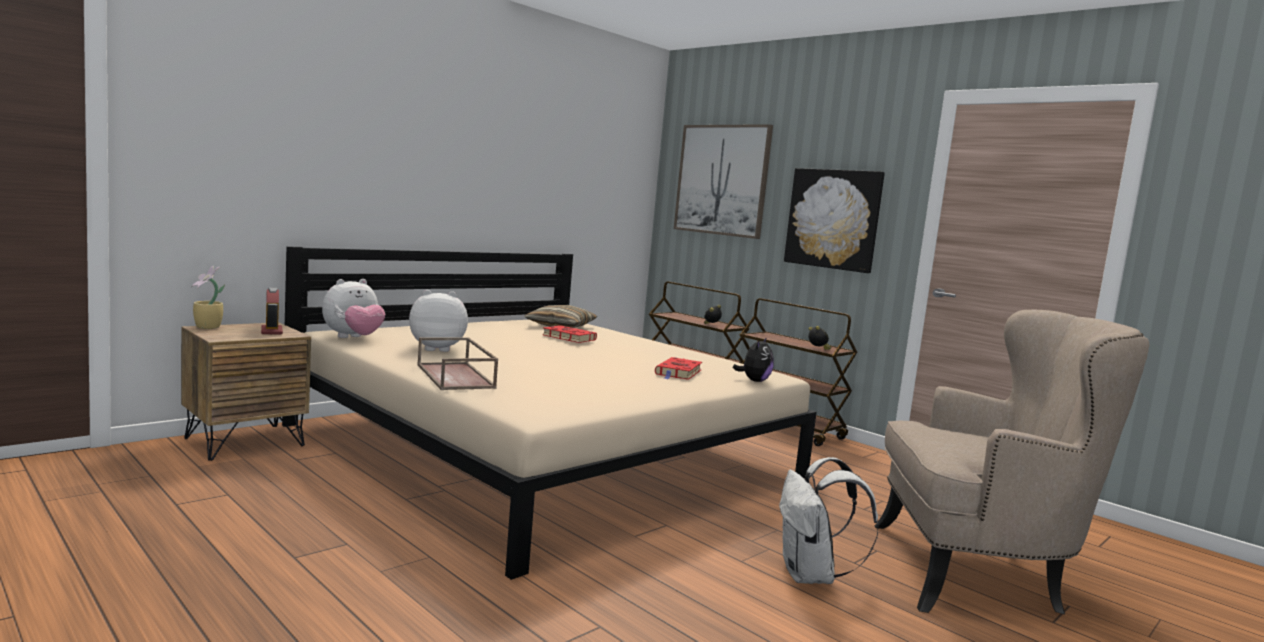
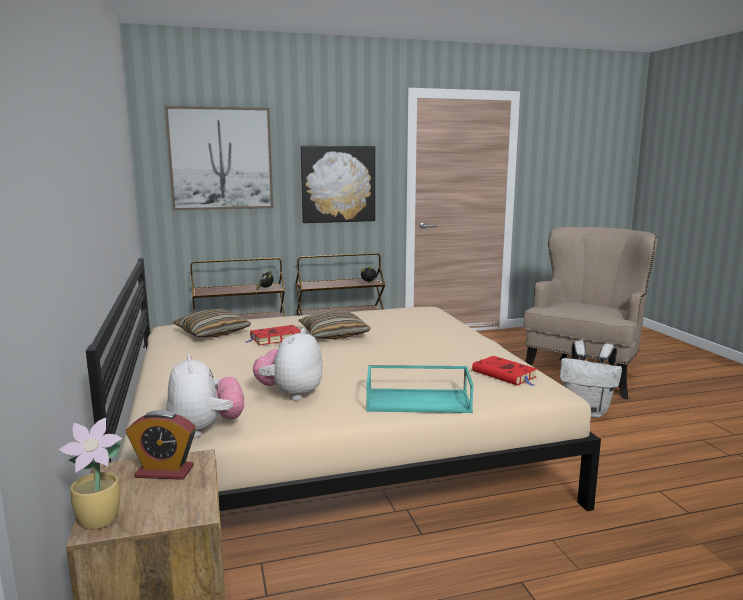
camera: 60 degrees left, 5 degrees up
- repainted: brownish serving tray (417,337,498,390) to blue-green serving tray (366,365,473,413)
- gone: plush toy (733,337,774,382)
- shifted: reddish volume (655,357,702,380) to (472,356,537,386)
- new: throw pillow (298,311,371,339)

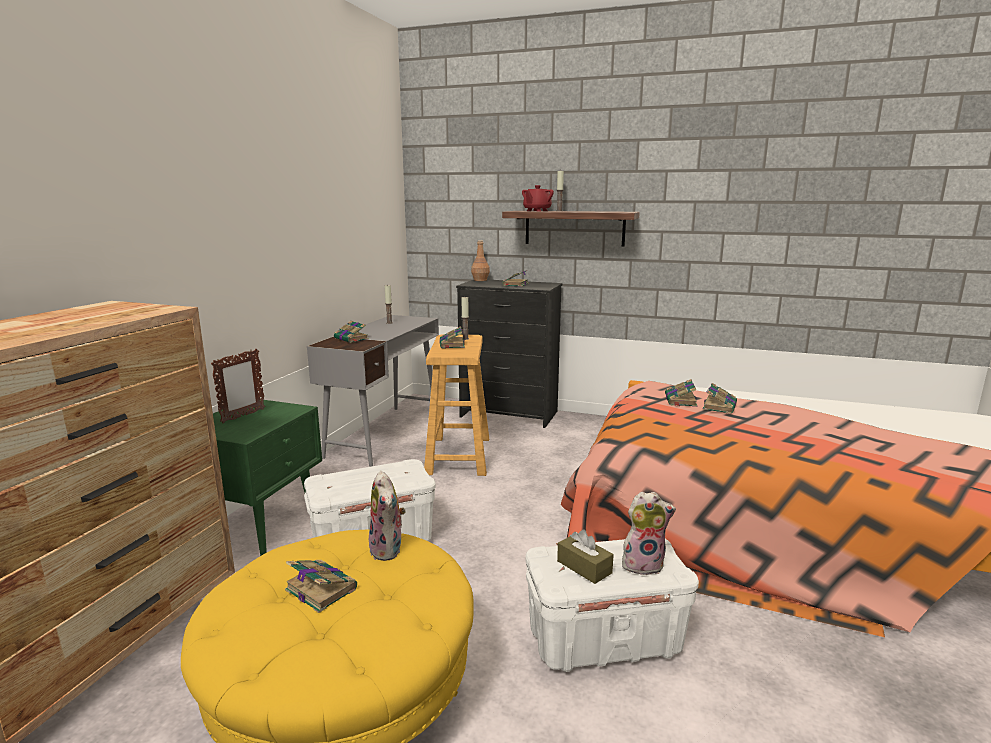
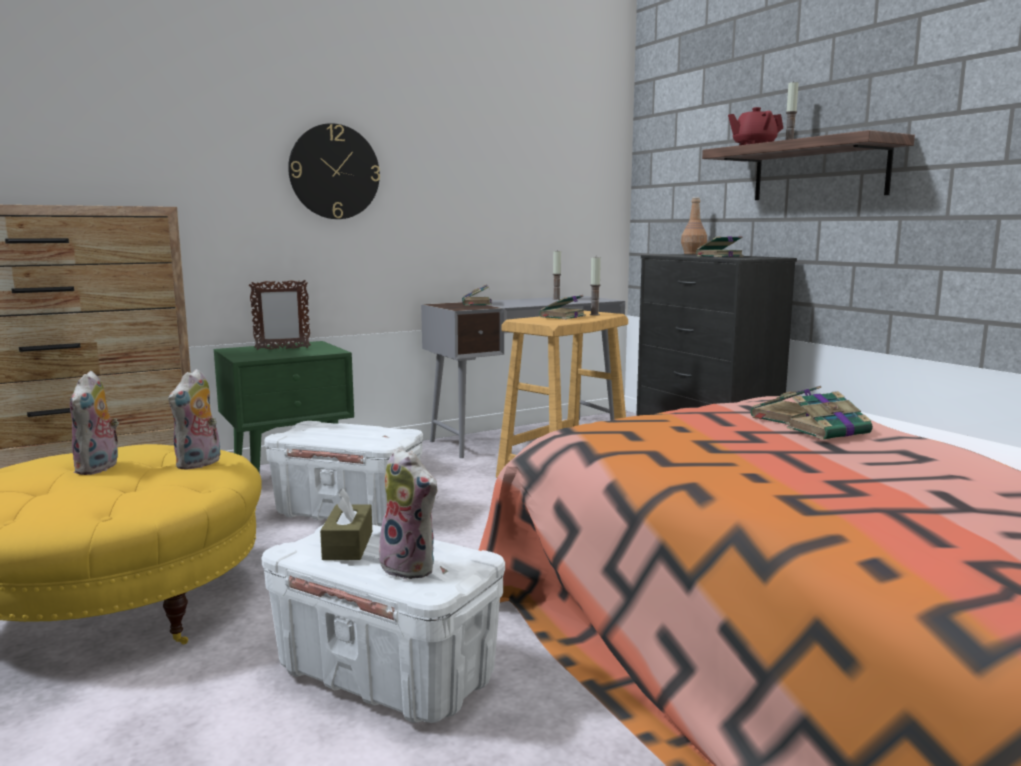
camera: 40 degrees right, 5 degrees down
- swapped: volume (285,560,357,613) to plush toy (70,371,119,475)
- new: hanging clock (288,123,380,219)

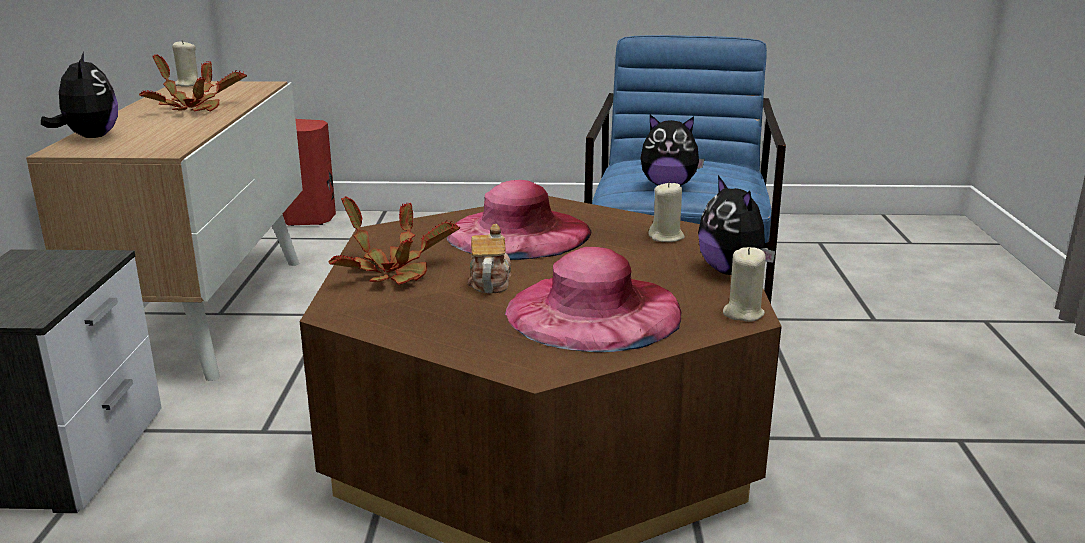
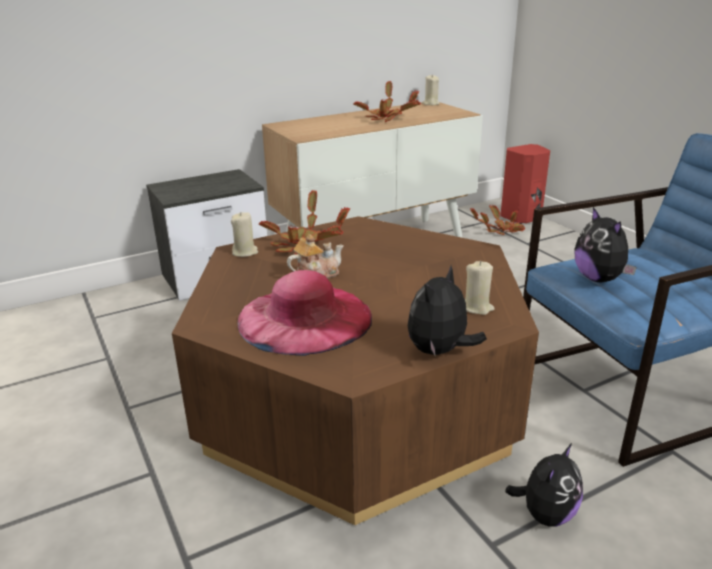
camera: 60 degrees right, 5 degrees up
- shifted: plush toy (41,52,118,138) to (505,443,583,527)
- gone: pinkish wearable hat (447,180,592,260)
- shifted: beige wax candle (723,247,766,322) to (231,212,258,257)
- new: potted plant (470,205,525,235)

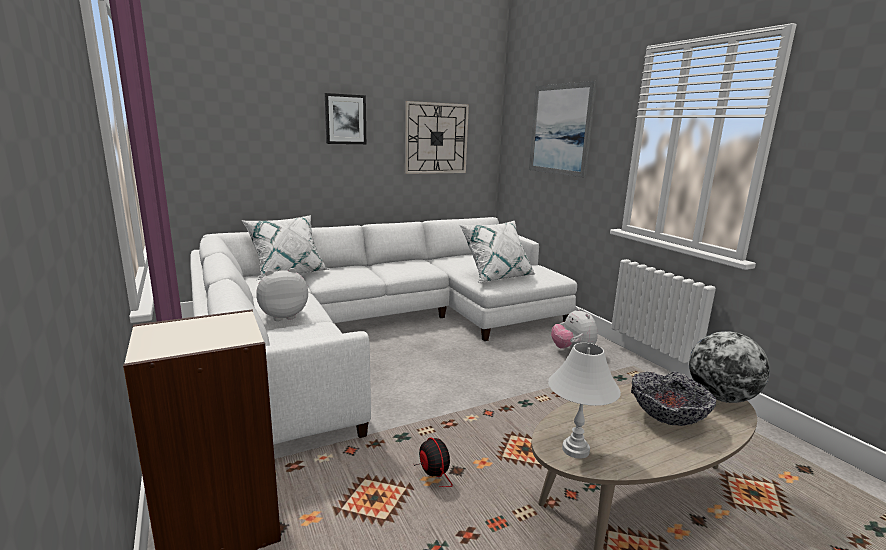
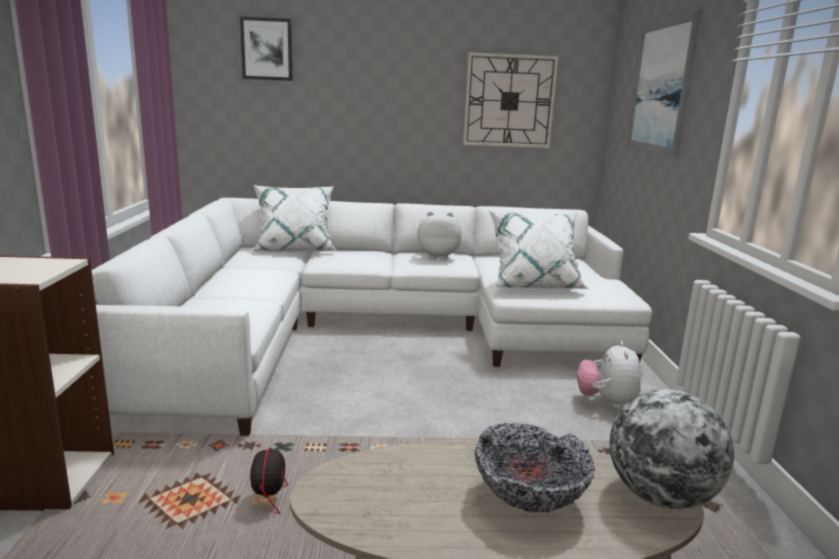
camera: 25 degrees right, 0 degrees up
- shifted: wall art (325,93,366,144) to (240,17,293,81)
- shifted: plush toy (256,268,308,321) to (417,212,462,260)
- gone: whitish lamp for a table (548,343,621,459)

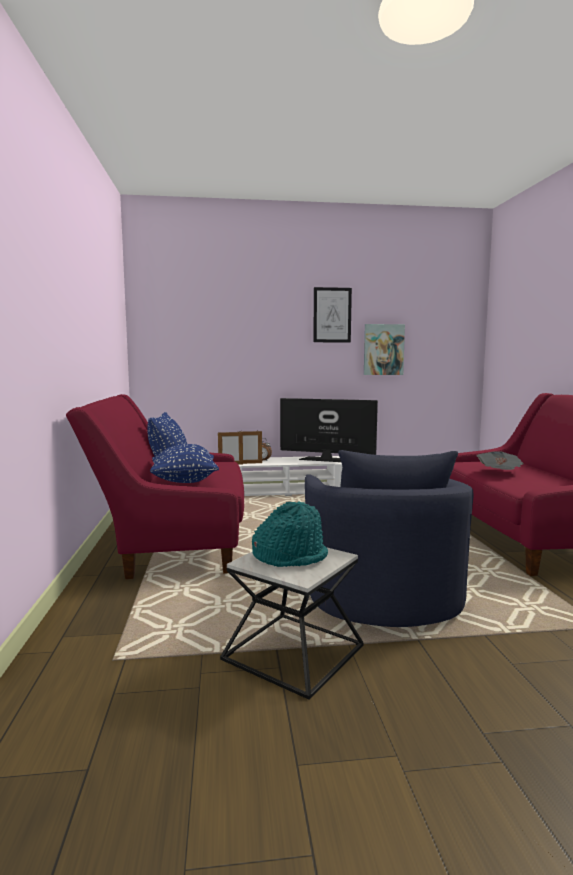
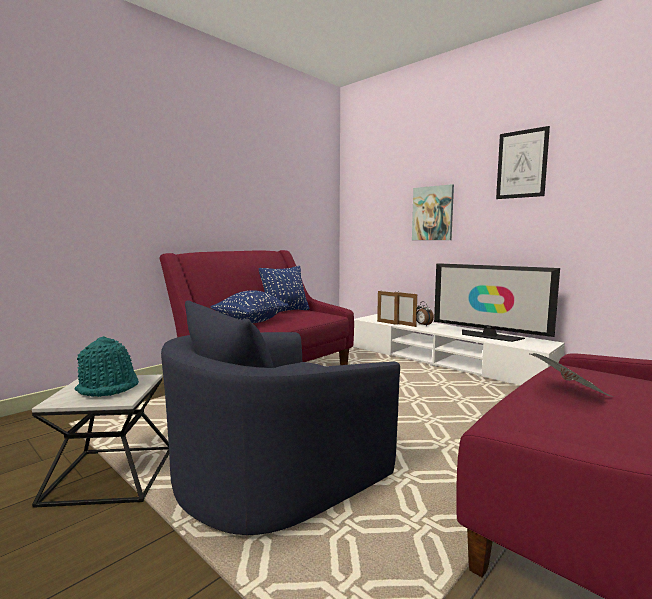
camera: 50 degrees right, 0 degrees up
- shifted: wall art (364,324,405,375) to (412,184,454,240)
- rotated: TV (280,398,378,462) = (434,263,560,342) 150 degrees clockwise

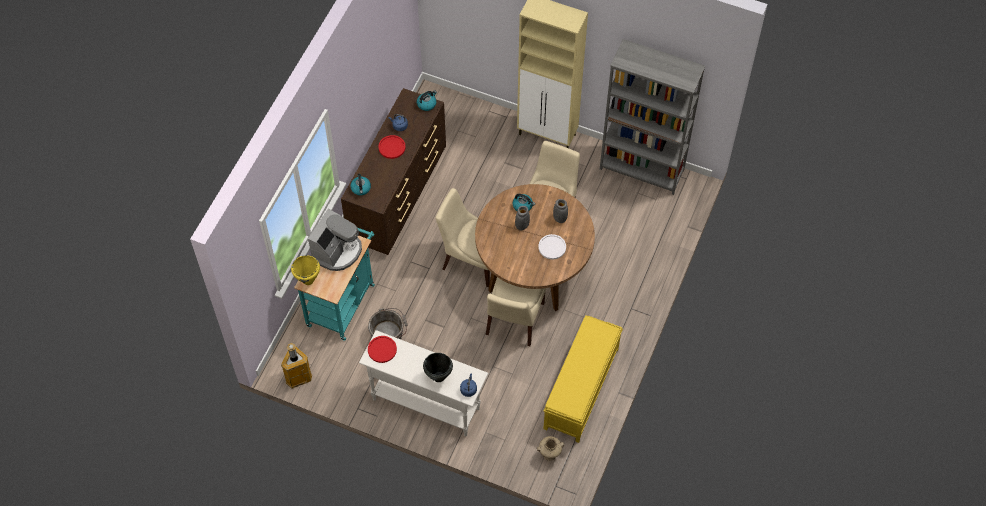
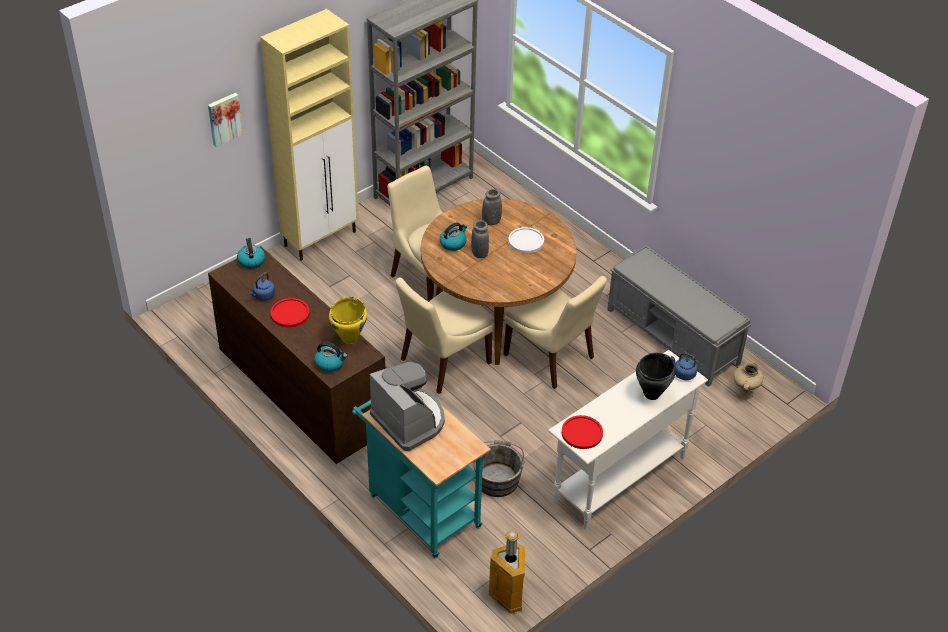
camera: 65 degrees left, 15 degrees down
- shifted: yellowish cooking pot (291,255,320,285) to (329,297,367,344)
- repainted: yellowish bench (543,316,623,443) to gray bench (607,245,751,387)
- new: wall art (208,93,243,147)

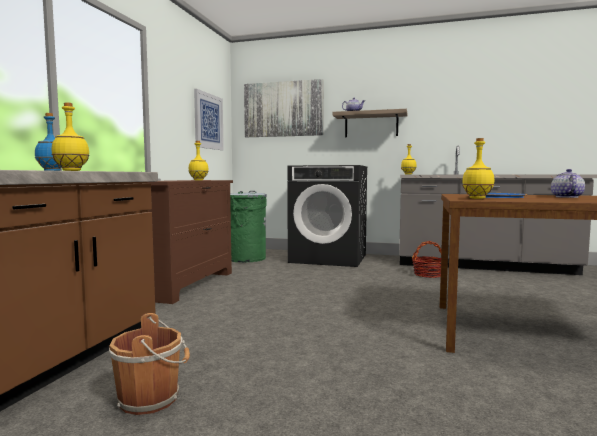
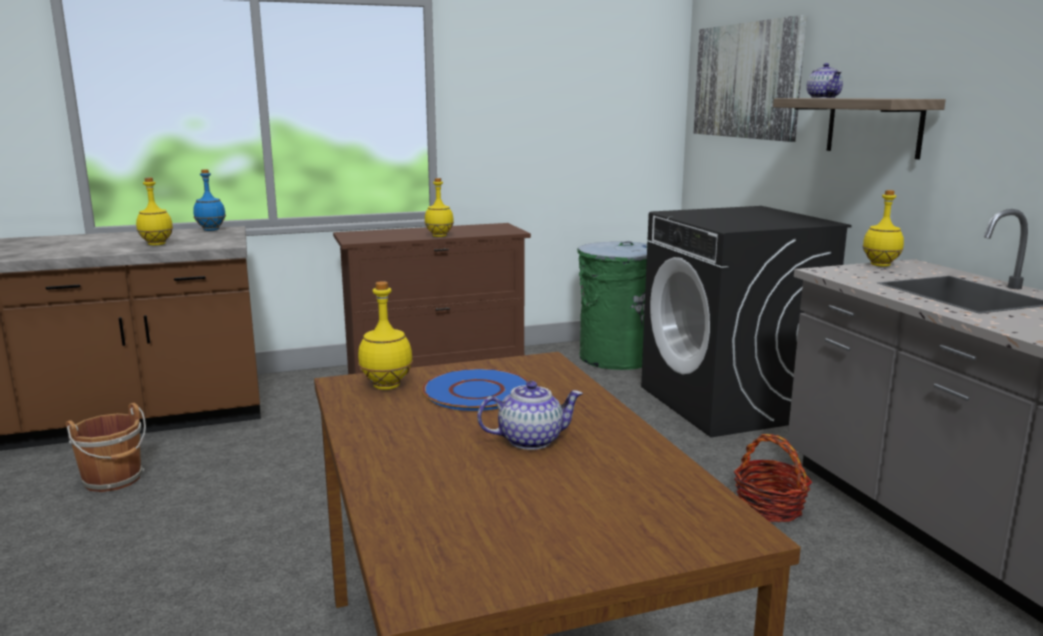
camera: 55 degrees right, 10 degrees up
- gone: wall art (194,89,224,150)

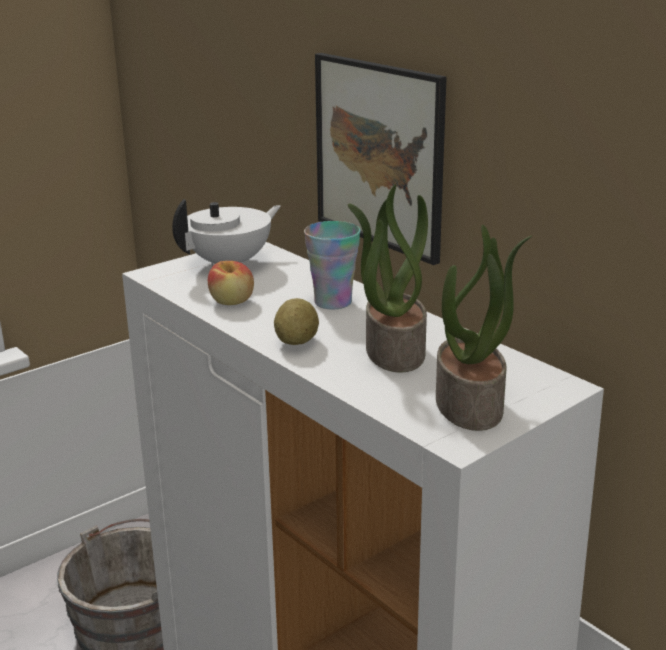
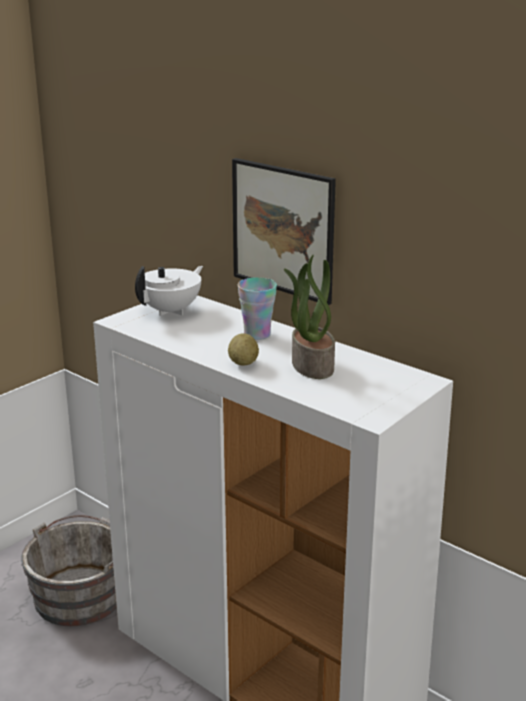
camera: 10 degrees left, 0 degrees up
- gone: potted plant (436,225,532,431)
- gone: whole apple (208,261,254,305)

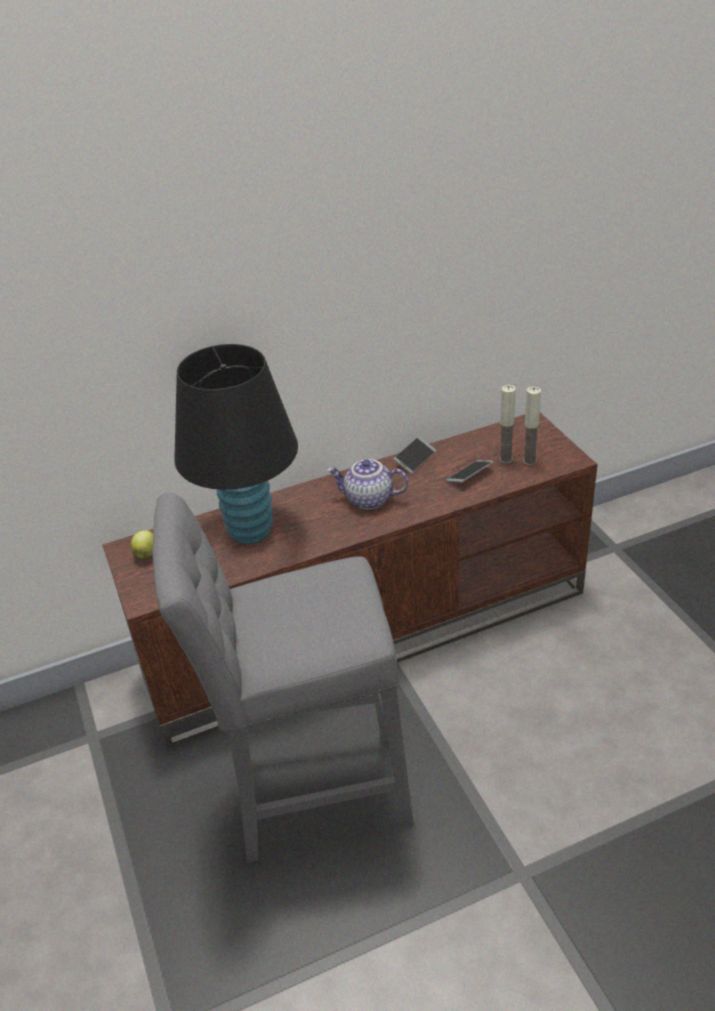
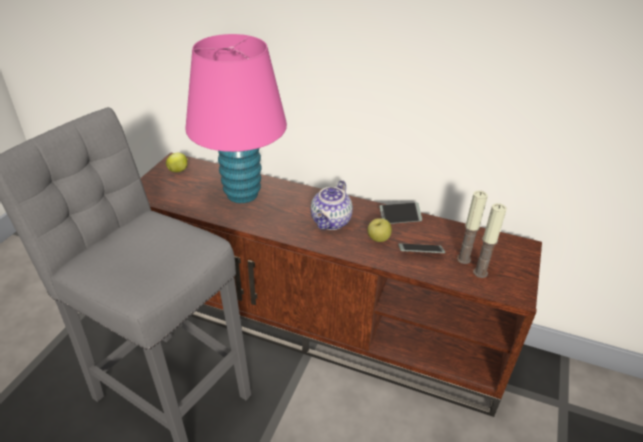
camera: 40 degrees right, 0 degrees up
- repainted: black-coloured lamp for a table (174,344,298,544) to pinkish lamp for a table (185,34,287,203)
- rotated: teapot (327,459,408,509) = (311,180,353,230) 120 degrees counterclockwise
- new: whole apple (368,218,392,242)

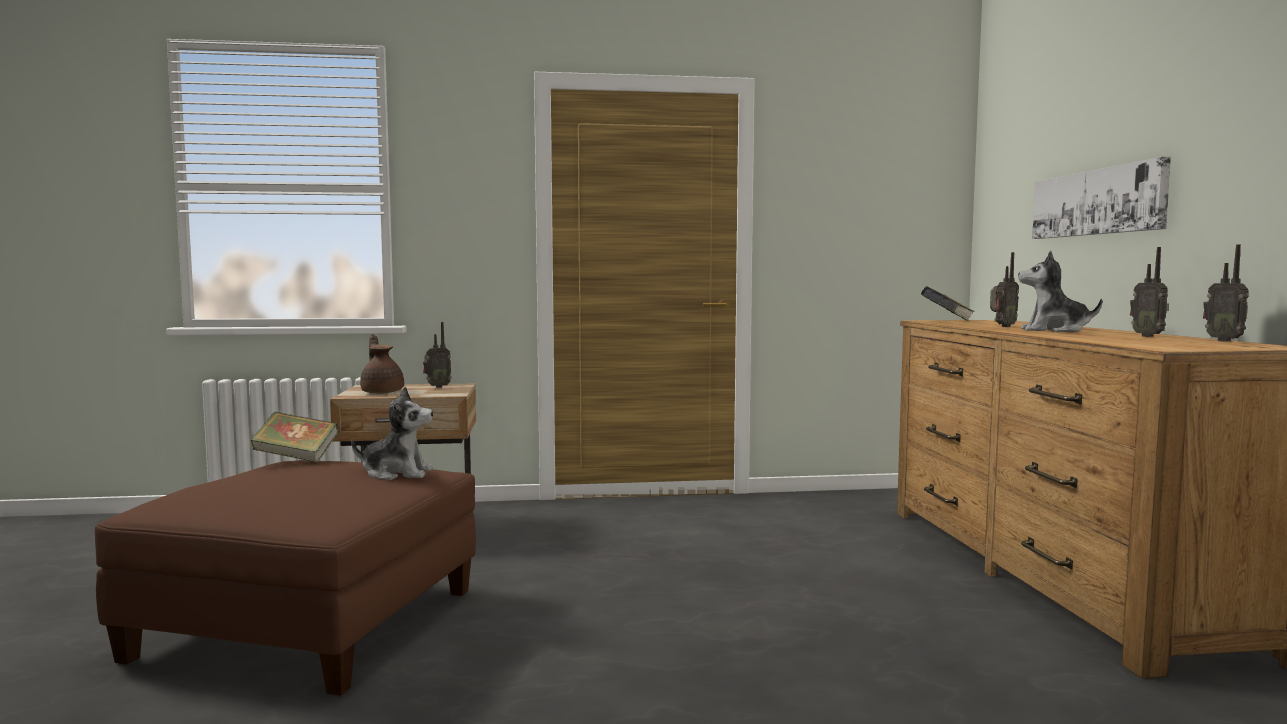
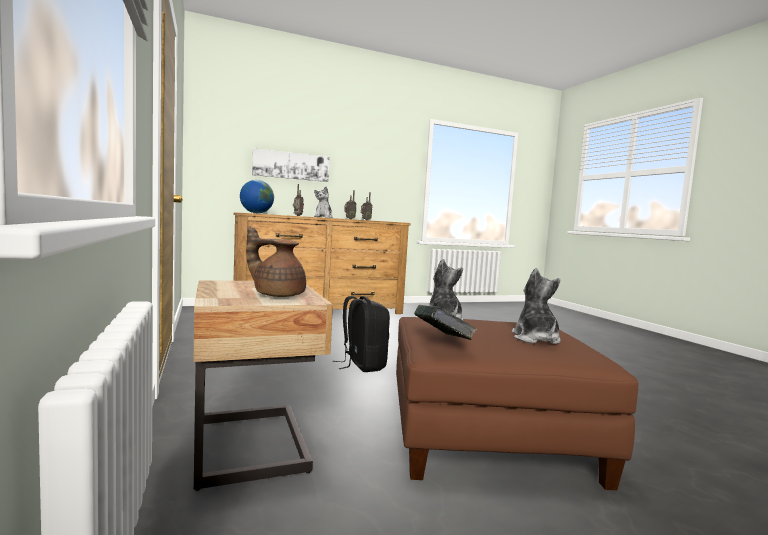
camera: 105 degrees left, 0 degrees up
- swapped: volume (921,286,975,321) to desk globe (240,180,274,213)
- gone: radio (423,322,452,388)
- rotated: brownish teapot (360,334,404,394) = (246,226,306,297) 60 degrees clockwise
- new: plush toy (512,268,561,344)
- new: black-coloured backpack (333,296,390,372)

